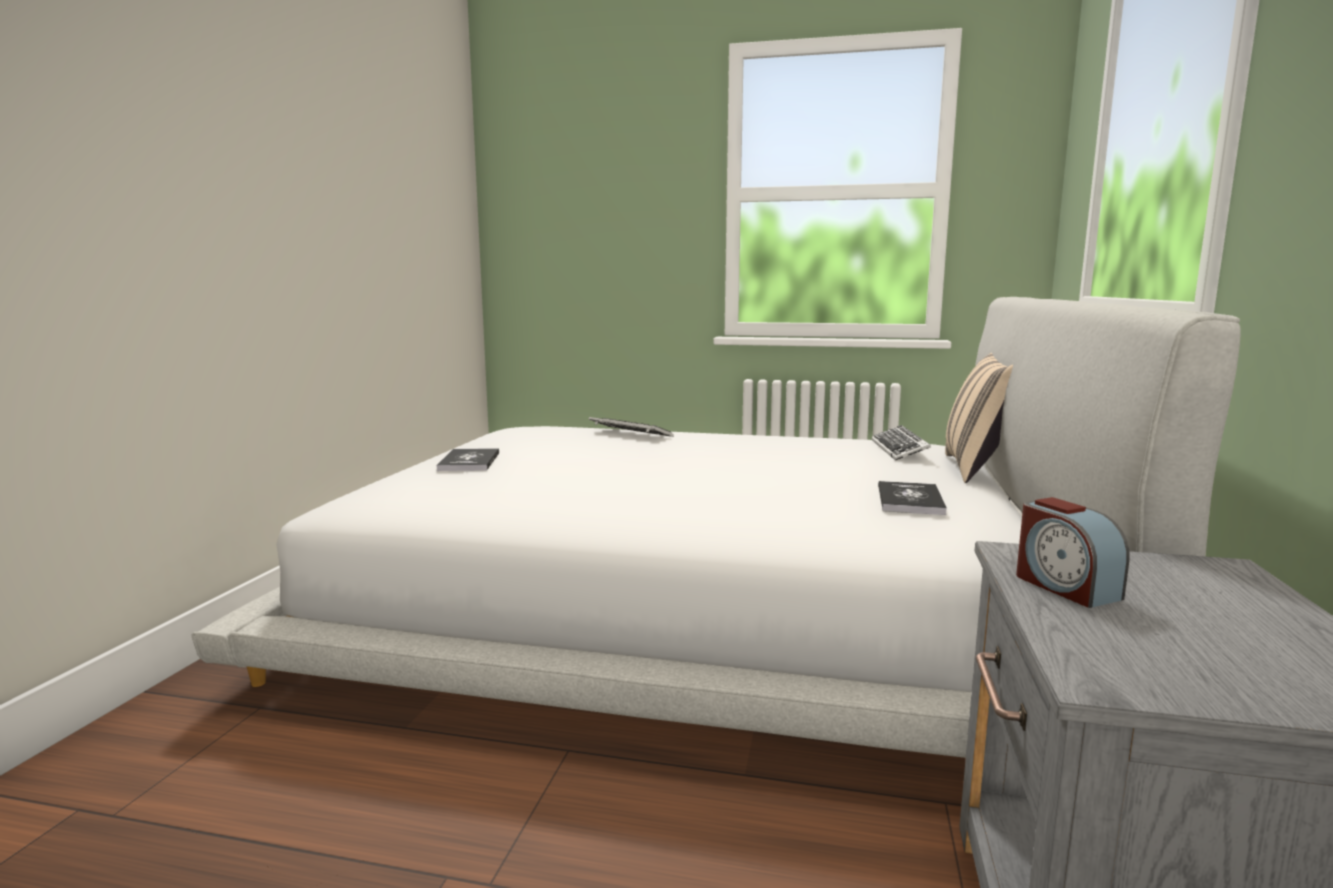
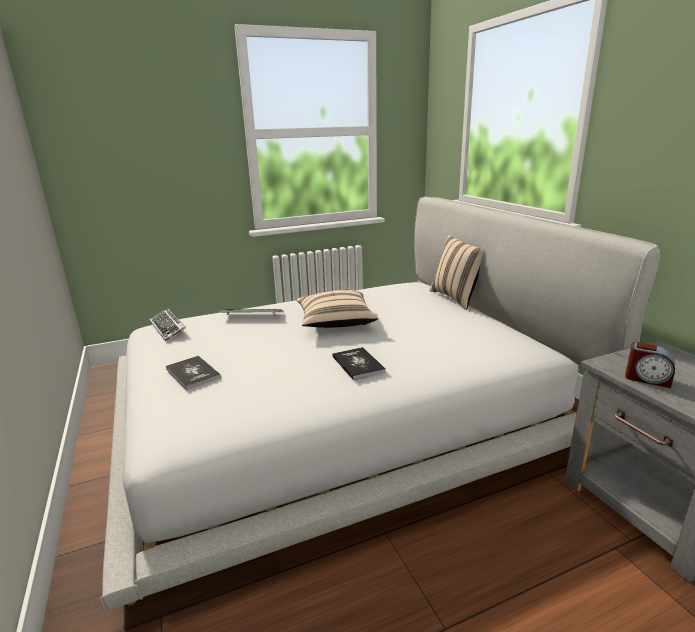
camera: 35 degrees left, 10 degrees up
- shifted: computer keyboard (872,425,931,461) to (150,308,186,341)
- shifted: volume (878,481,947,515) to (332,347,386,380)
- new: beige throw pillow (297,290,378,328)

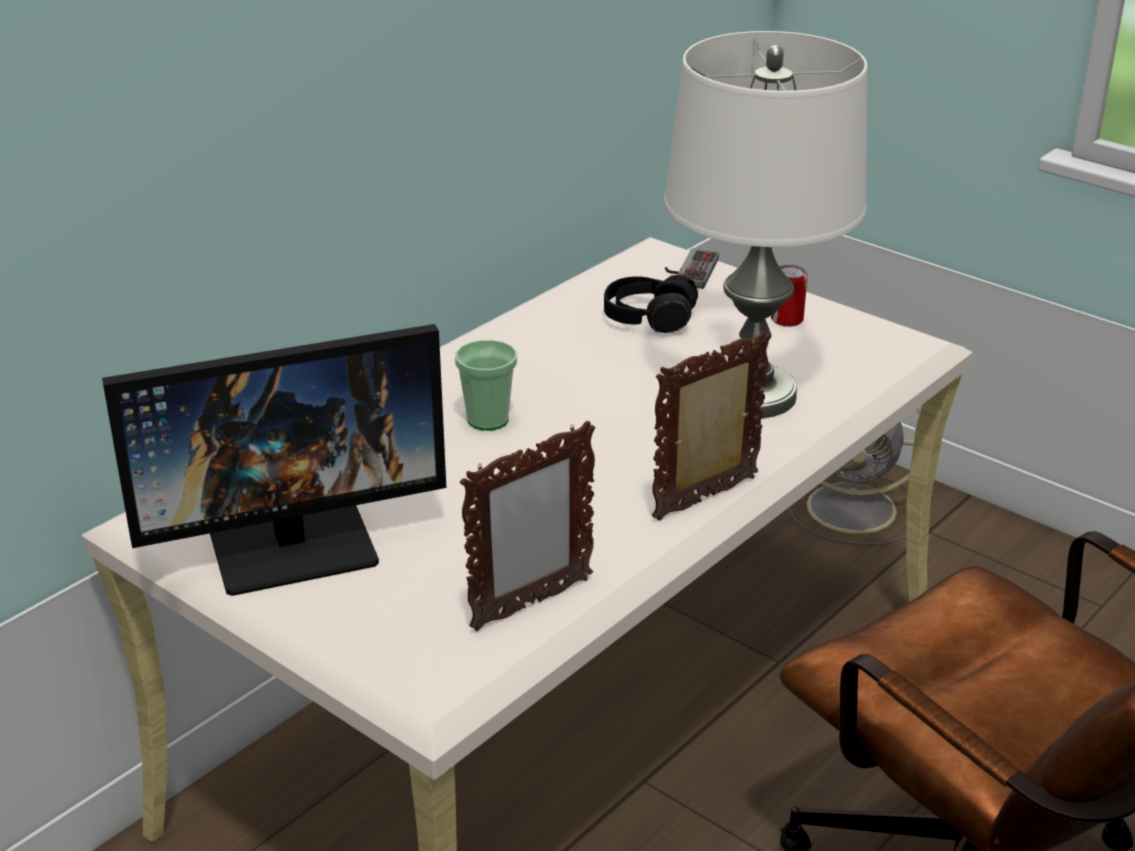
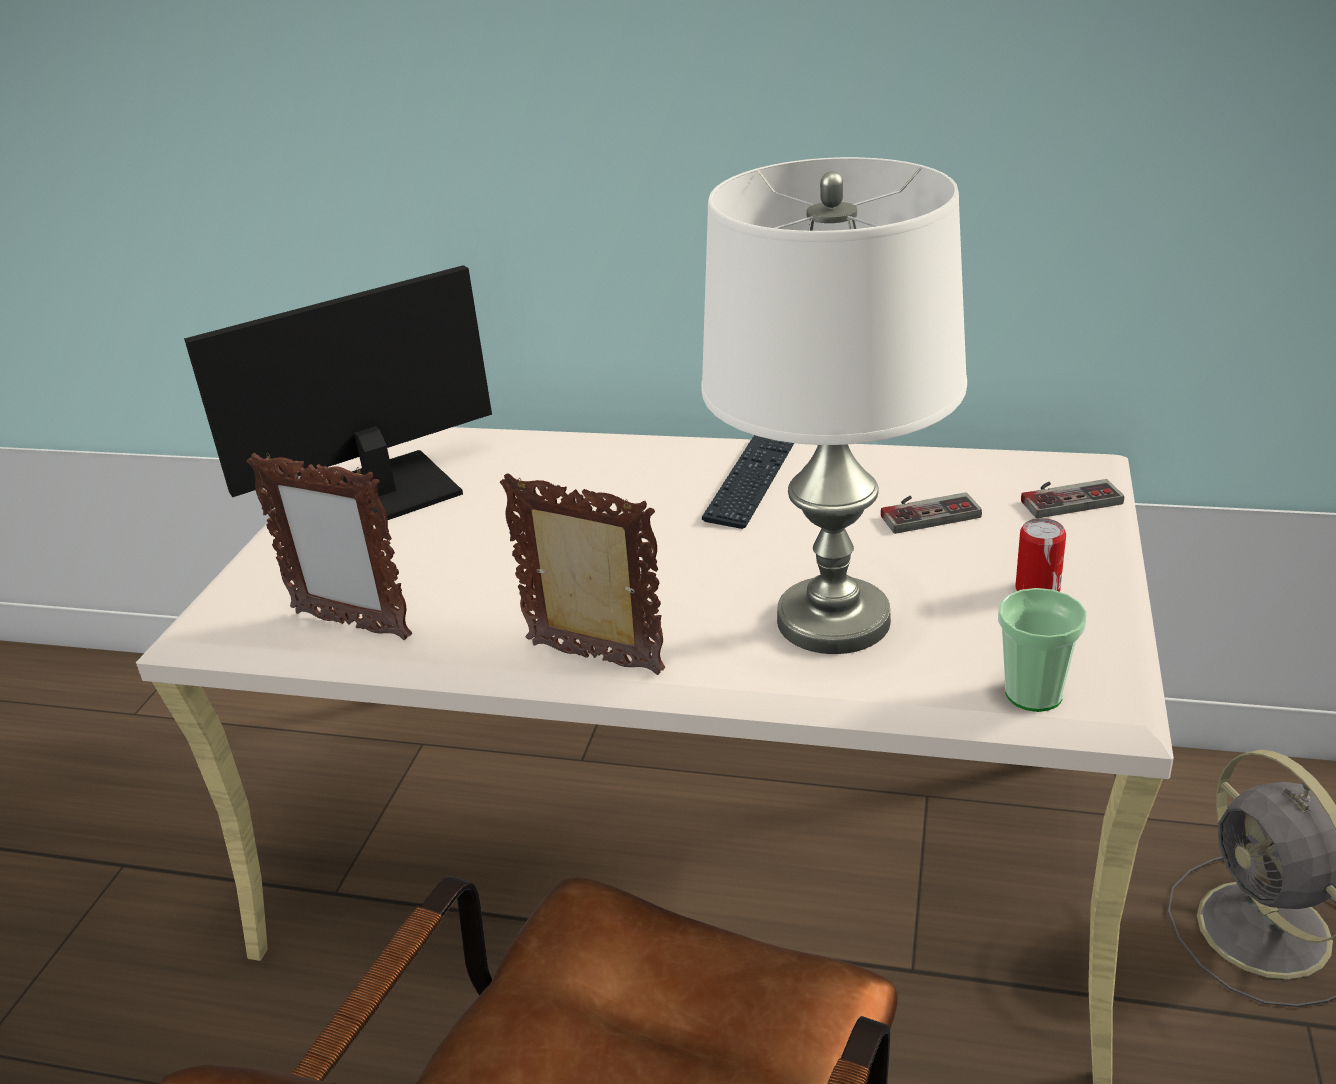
camera: 65 degrees right, 0 degrees up
- swapped: black-coloured headphones (604,275,698,333) to game controller (881,492,982,534)
- rotated: monitor (102,324,446,596) = (184,265,492,520) 105 degrees clockwise
- shifted: drinking cup (455,340,517,431) to (998,588,1087,712)
- new: computer keyboard (702,435,794,529)

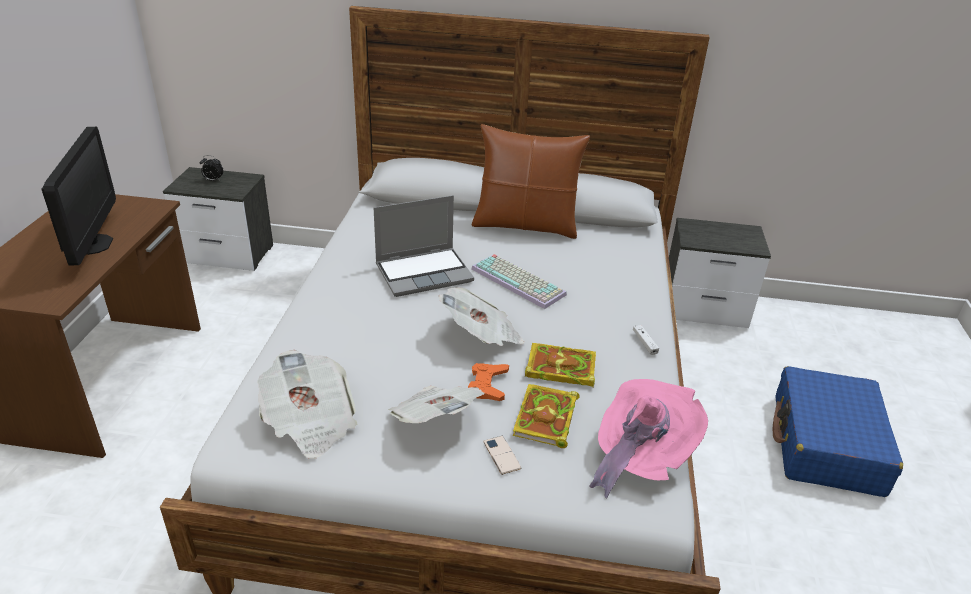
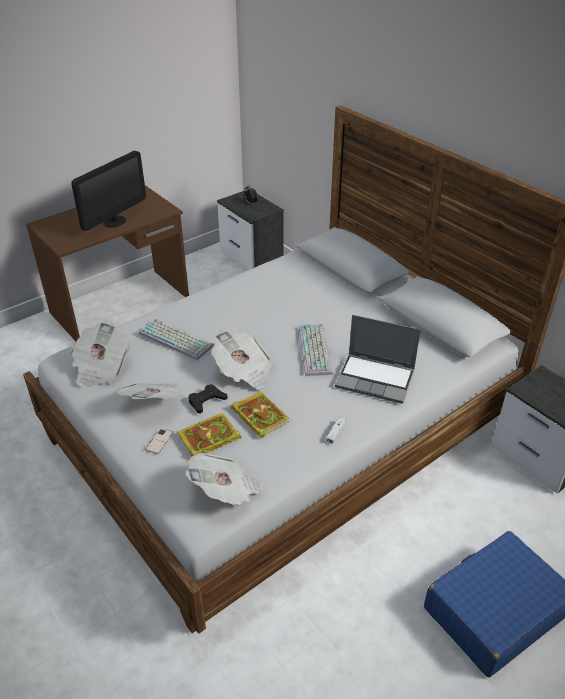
camera: 45 degrees right, 5 degrees up
- gone: brownish throw pillow (472,124,590,239)
- shifted: portable computer (374,195,474,297) to (335,315,421,404)
- repainted: orange game controller (468,363,509,401) to black-coloured game controller (188,384,228,414)
- swapped: pinkish wearable hat (589,379,708,499) to newspaper (185,453,265,506)
- new: computer keyboard (139,319,214,360)

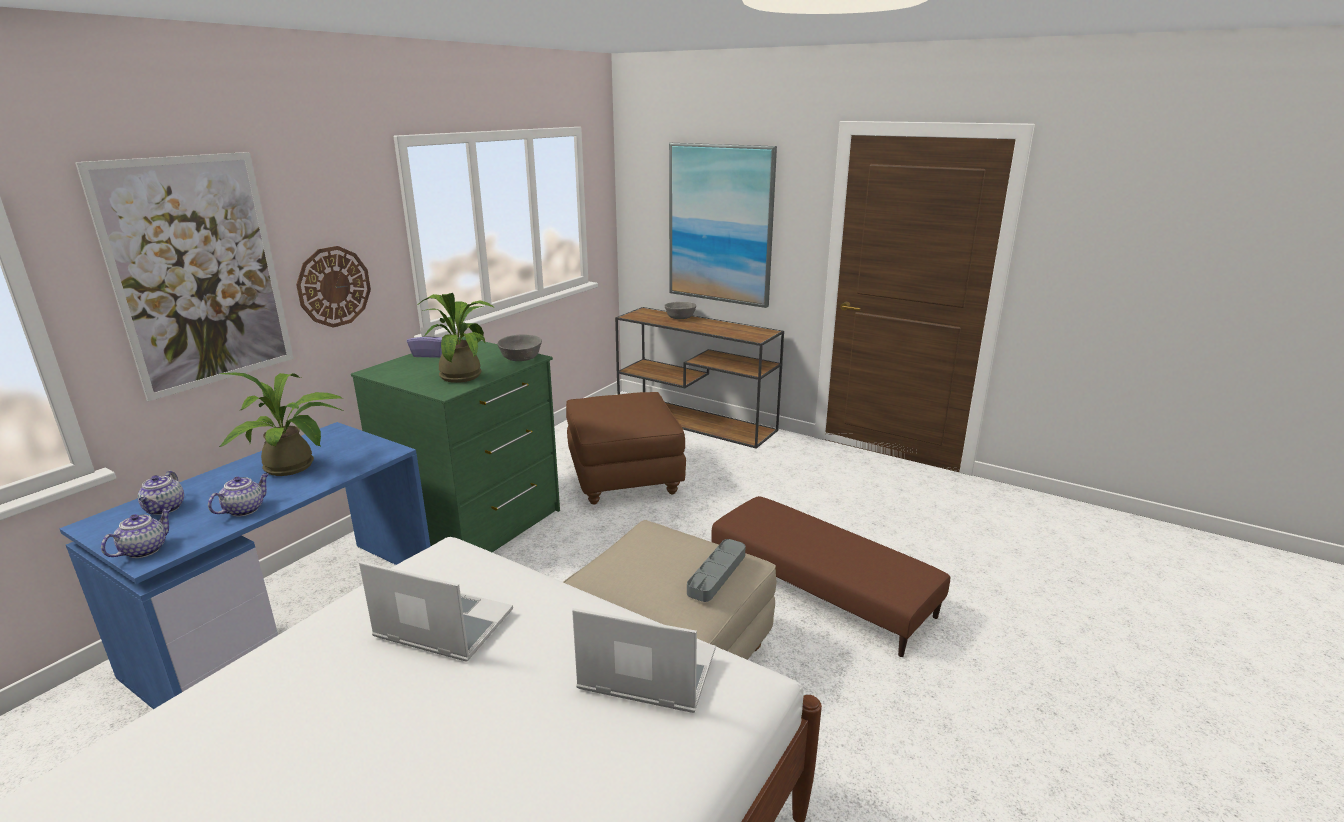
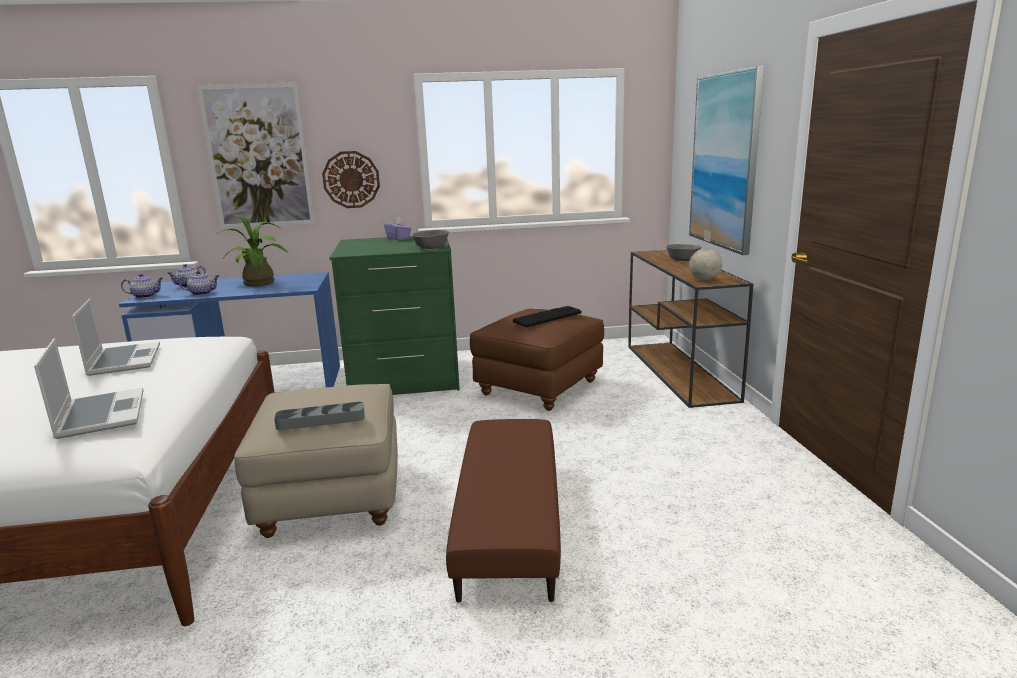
camera: 50 degrees right, 5 degrees down
- gone: potted plant (418,293,495,383)
- new: desk globe (689,230,722,280)
- new: computer keyboard (513,306,582,328)

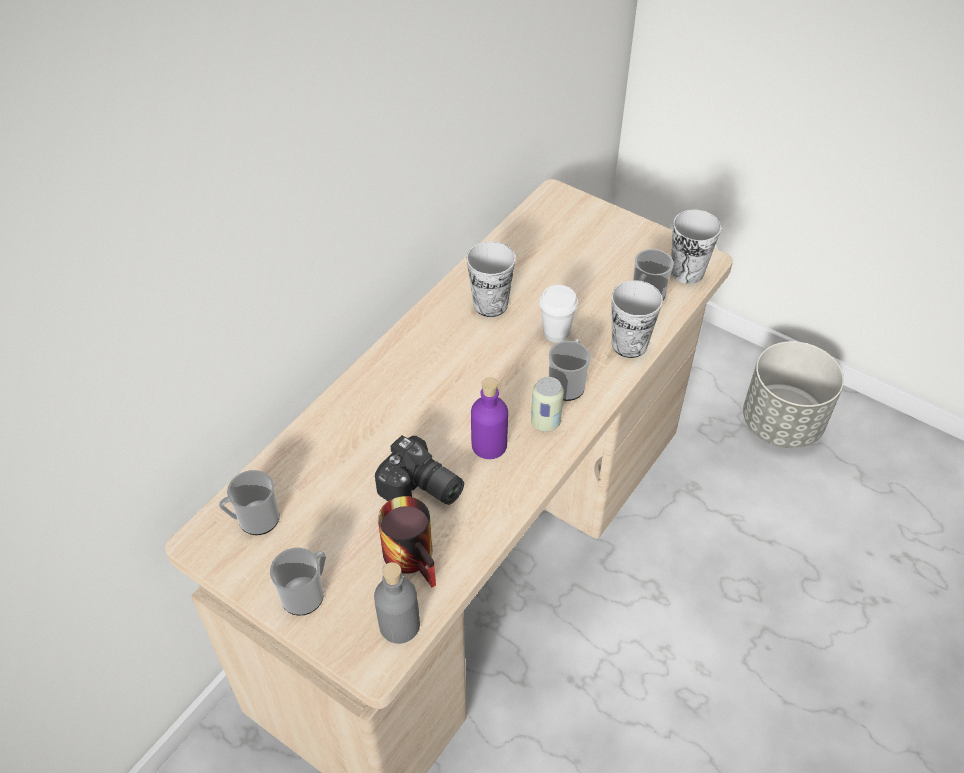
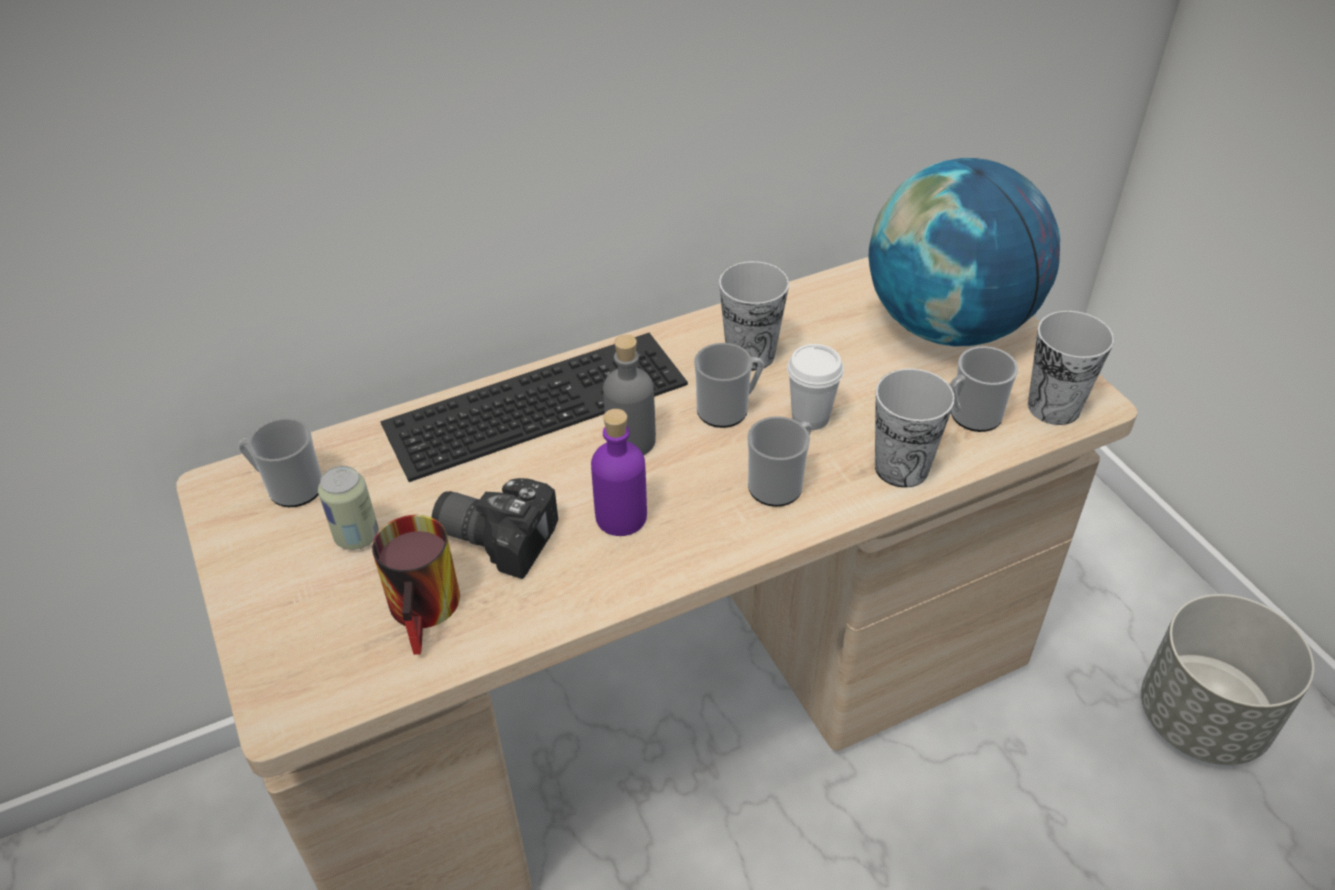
camera: 30 degrees right, 5 degrees down
- shifted: metal can (531,377,564,432) to (318,466,379,550)
- rotated: still camera (375,435,464,505) = (431,478,558,579) 135 degrees clockwise
- shifted: mug (270,548,326,616) to (694,343,764,428)
- shifted: gray beverage bottle (374,562,420,644) to (603,335,656,455)
- new: desk globe (868,158,1060,346)
- new: computer keyboard (380,333,688,482)

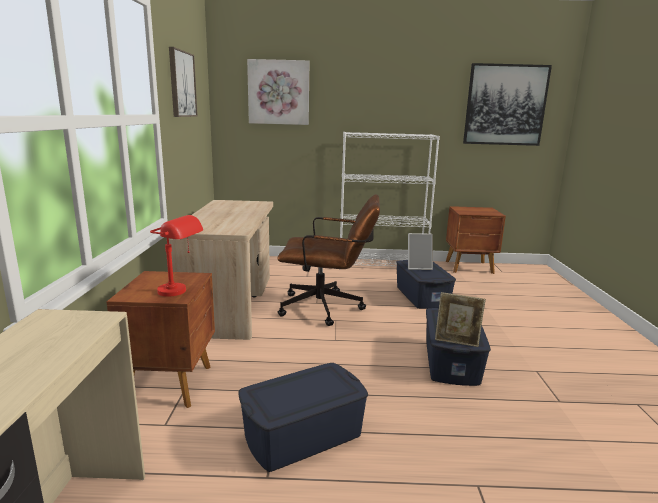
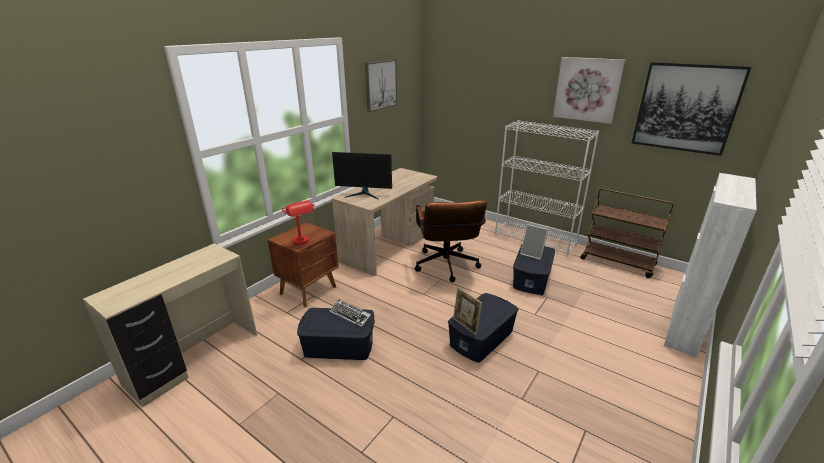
camera: 35 degrees right, 10 degrees up
- shifted: wall art (247,59,309,125) to (553,57,626,124)
- rotated: brownish desk chair (277,194,380,326) = (415,200,487,282) 45 degrees clockwise
- swapped: brownish bedside table (446,206,506,274) to brownish wheeled cart (580,189,673,278)
- new: monitor (332,152,392,199)
- new: whitish storage cabinet (664,173,757,357)
- new: computer keyboard (329,299,371,328)

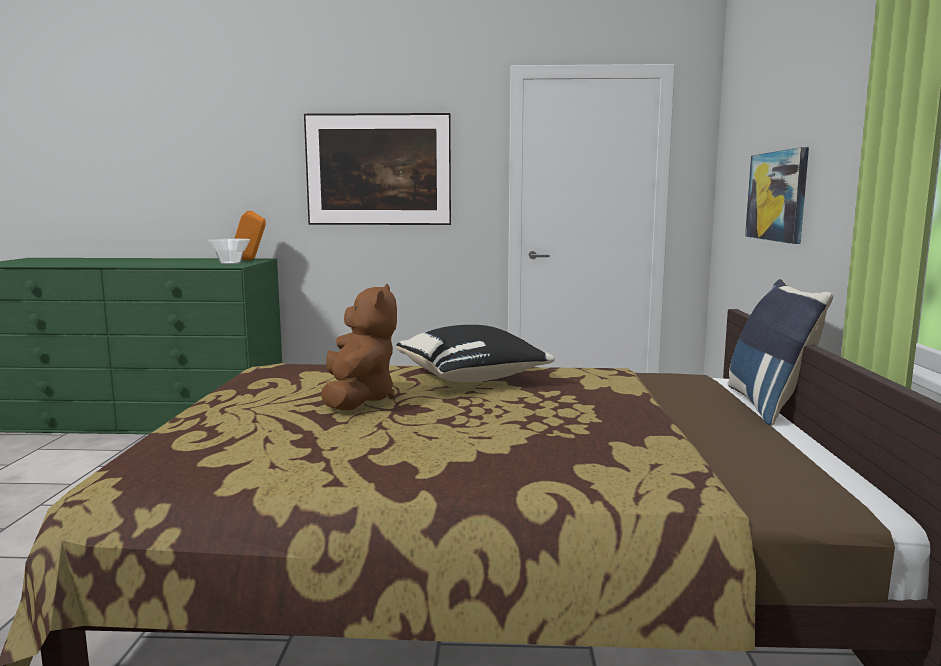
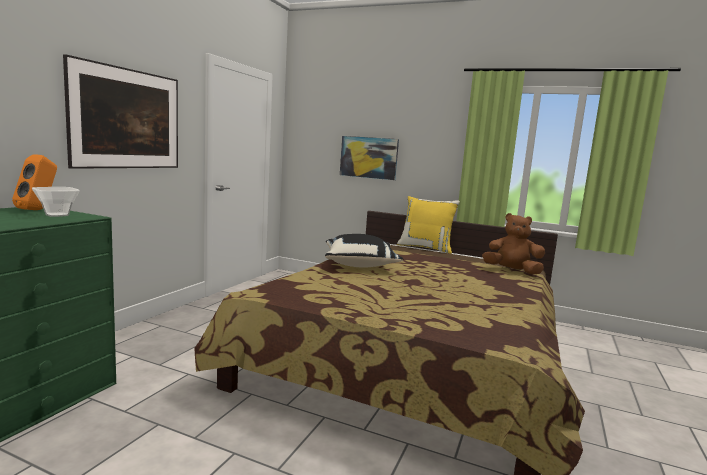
camera: 70 degrees left, 0 degrees up
- repainted: bluish throw pillow (728,279,833,426) to yellowish throw pillow (397,196,460,254)
- shifted: brownish plush toy (321,284,397,410) to (482,213,545,275)

